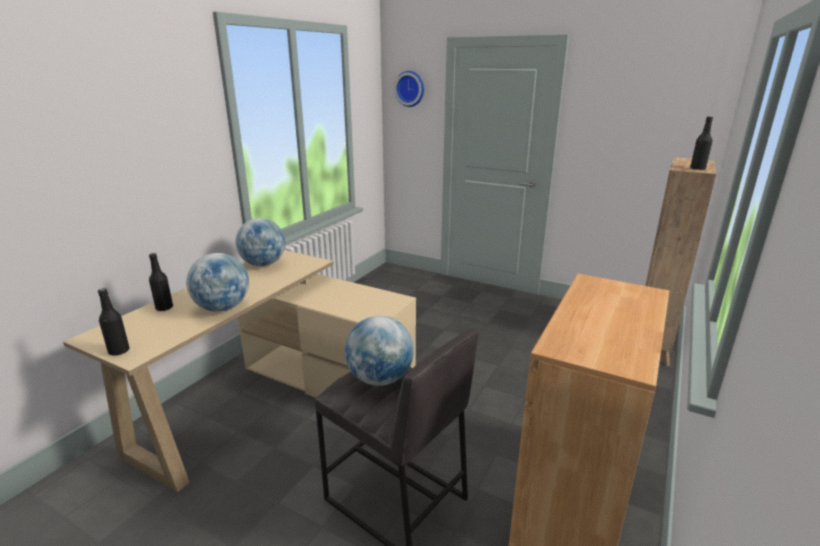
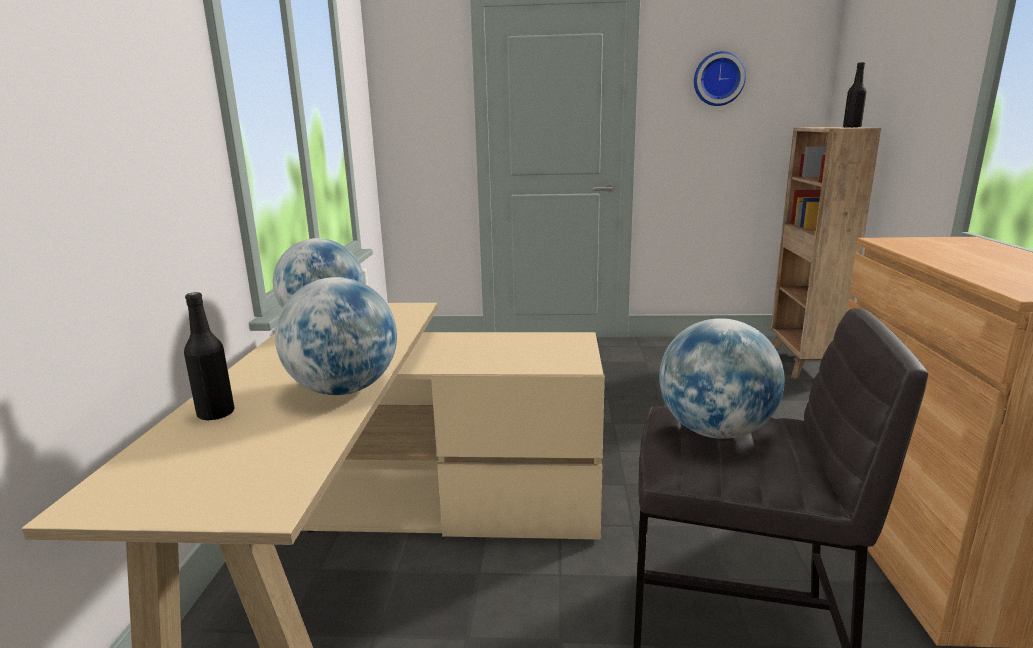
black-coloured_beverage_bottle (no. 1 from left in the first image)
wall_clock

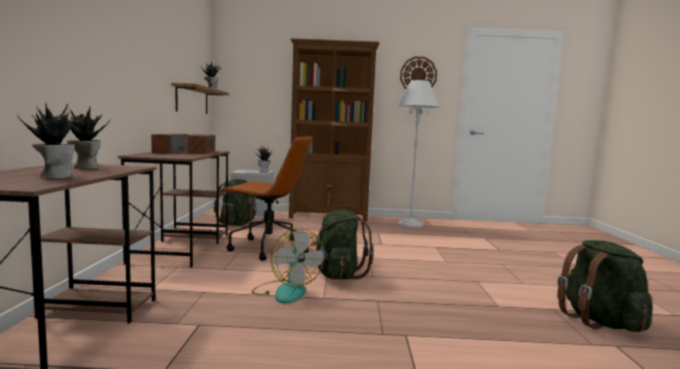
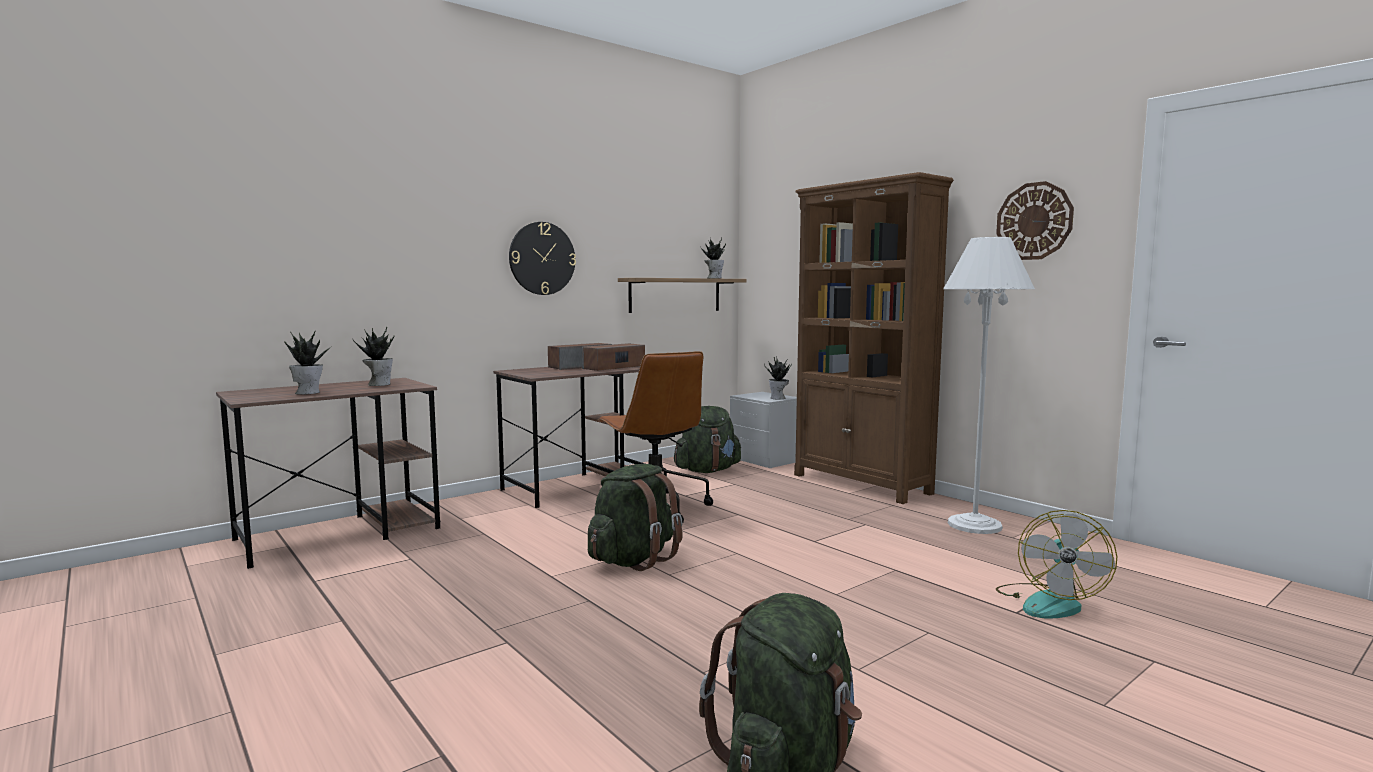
wall_clock (no. 1 from left)
cooling_fan

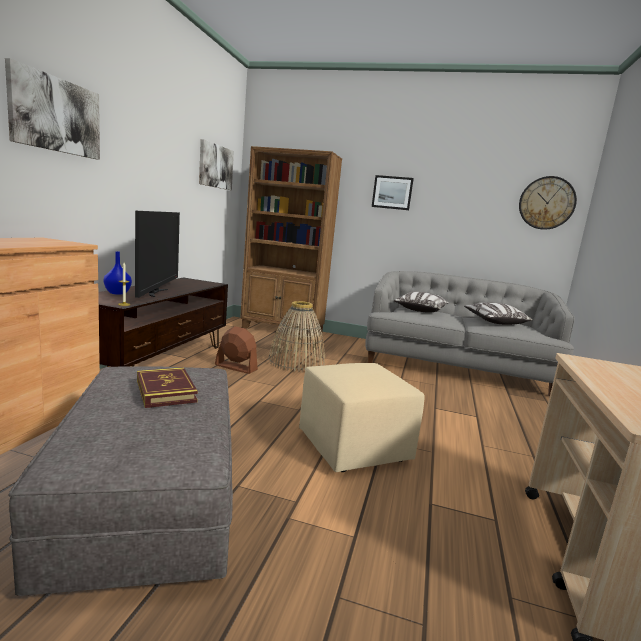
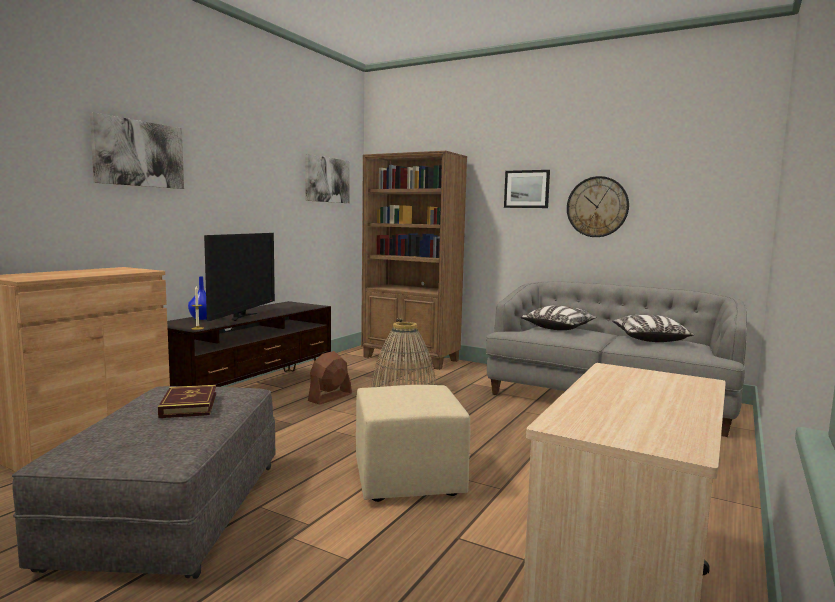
wall_clock
brown-coloured_cooling_fan

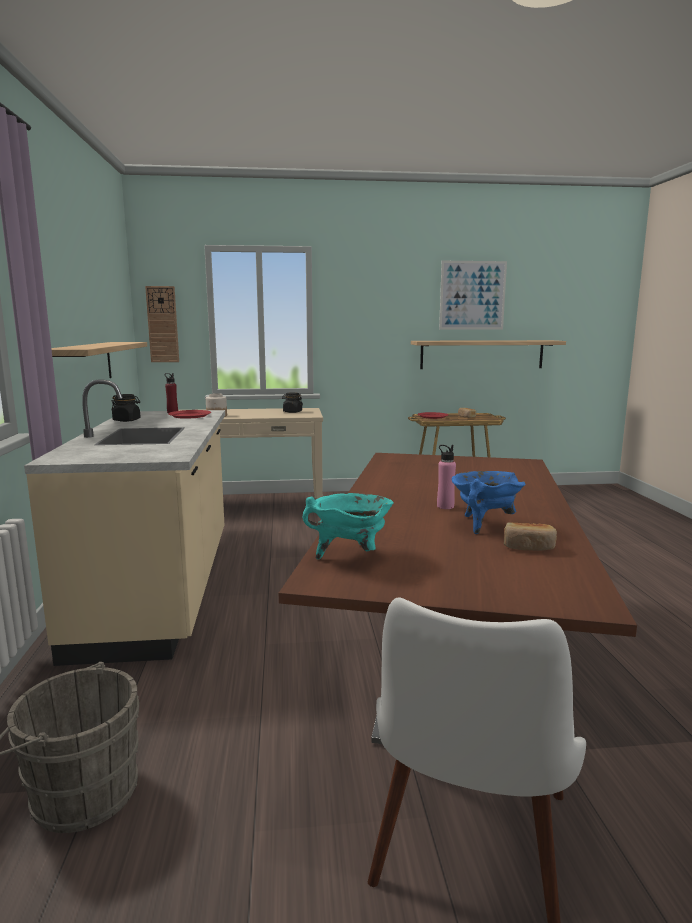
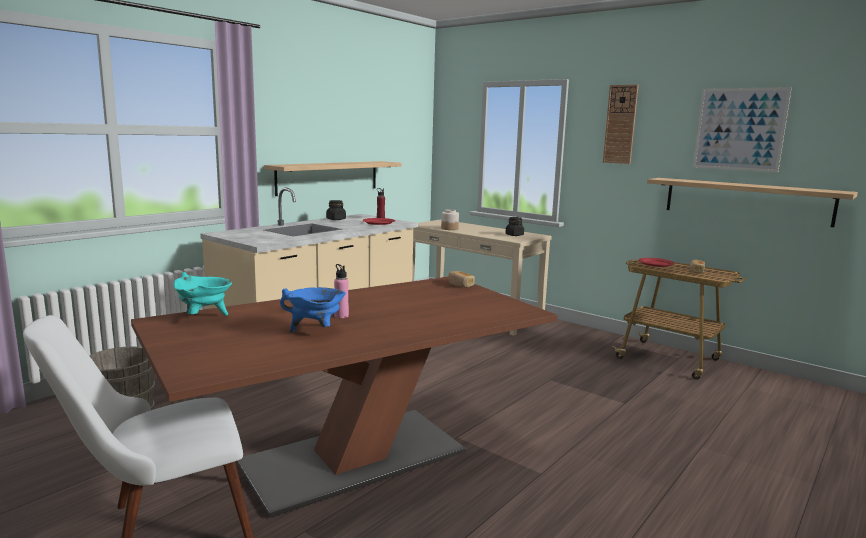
wall_clock
baked_bread (no. 1 from left)

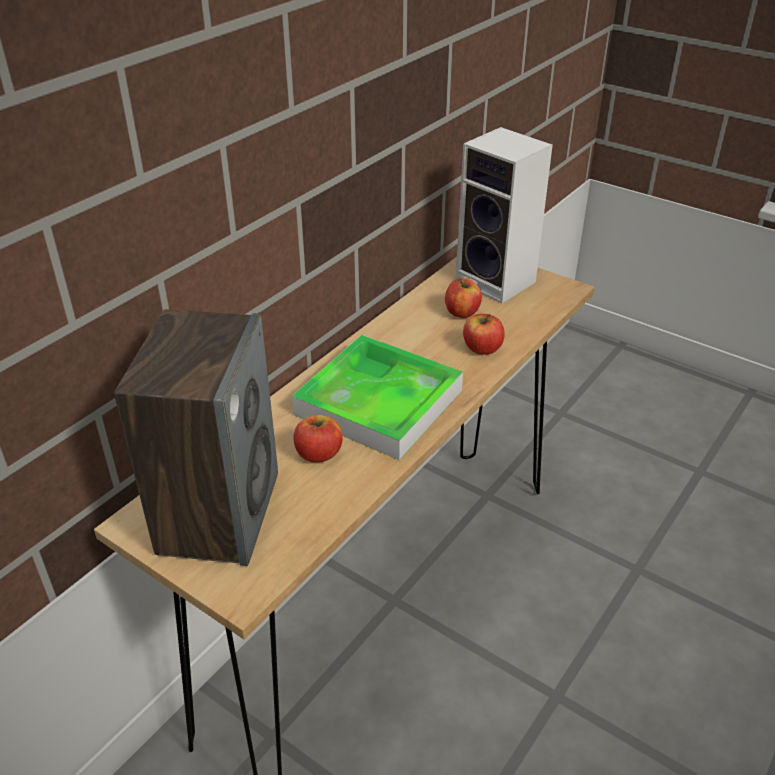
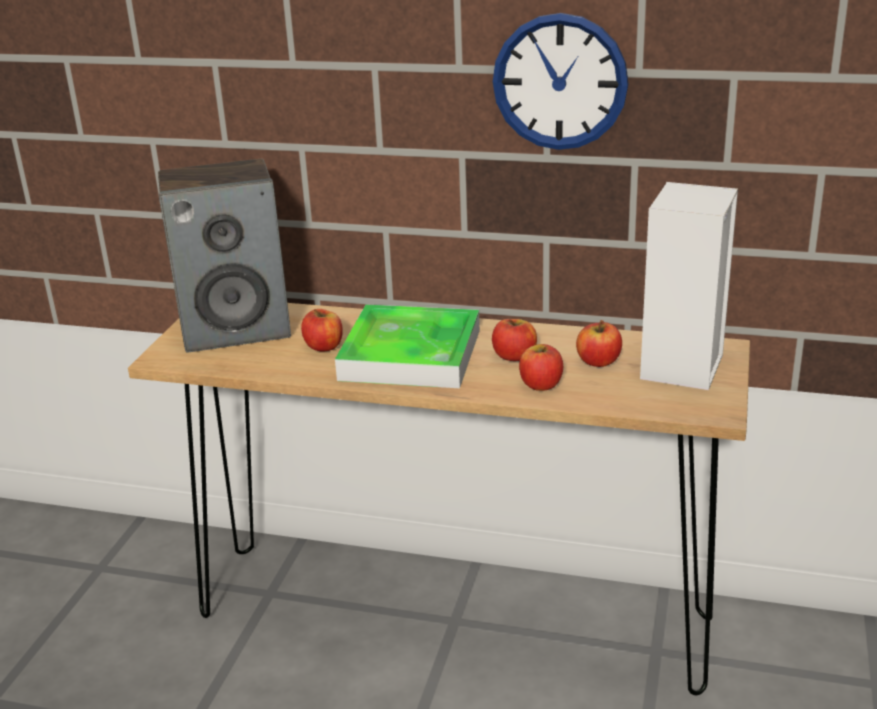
apple_fruit (no. 2 from left)
wall_clock

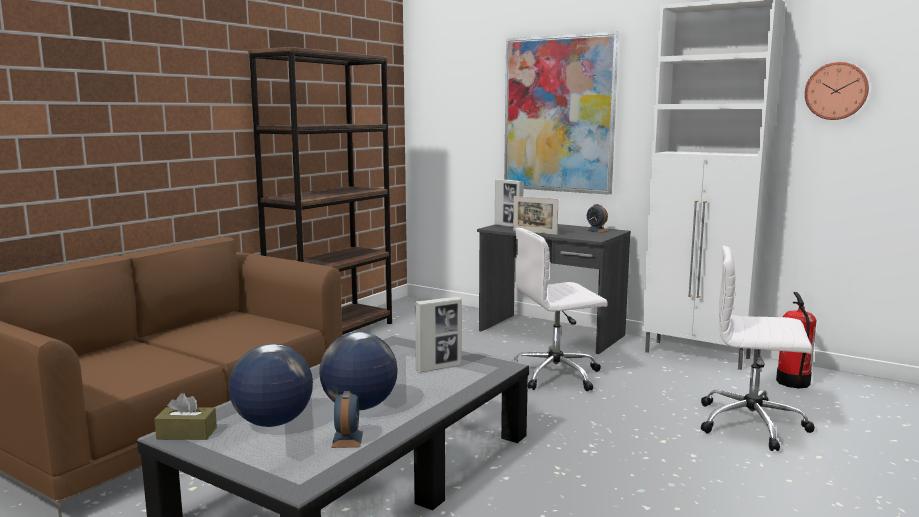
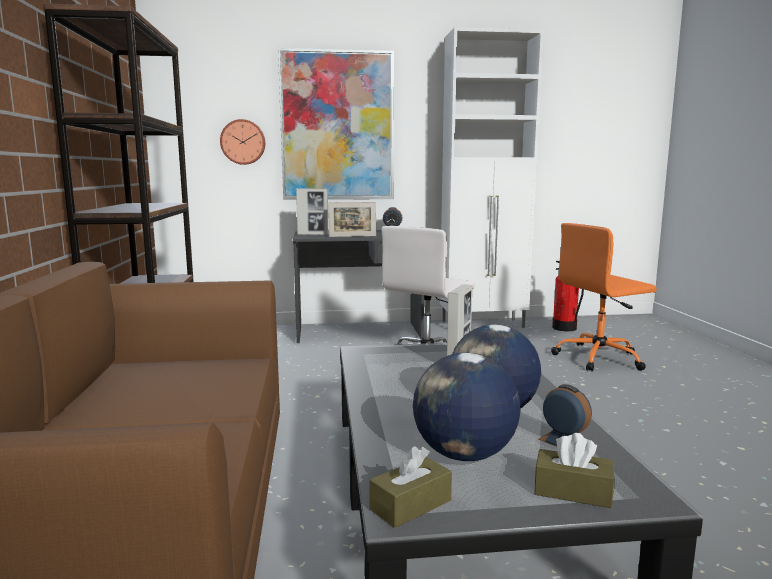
brown-coloured_tissue_box (no. 2 from left)
wall_clock
orangey_computer_chair

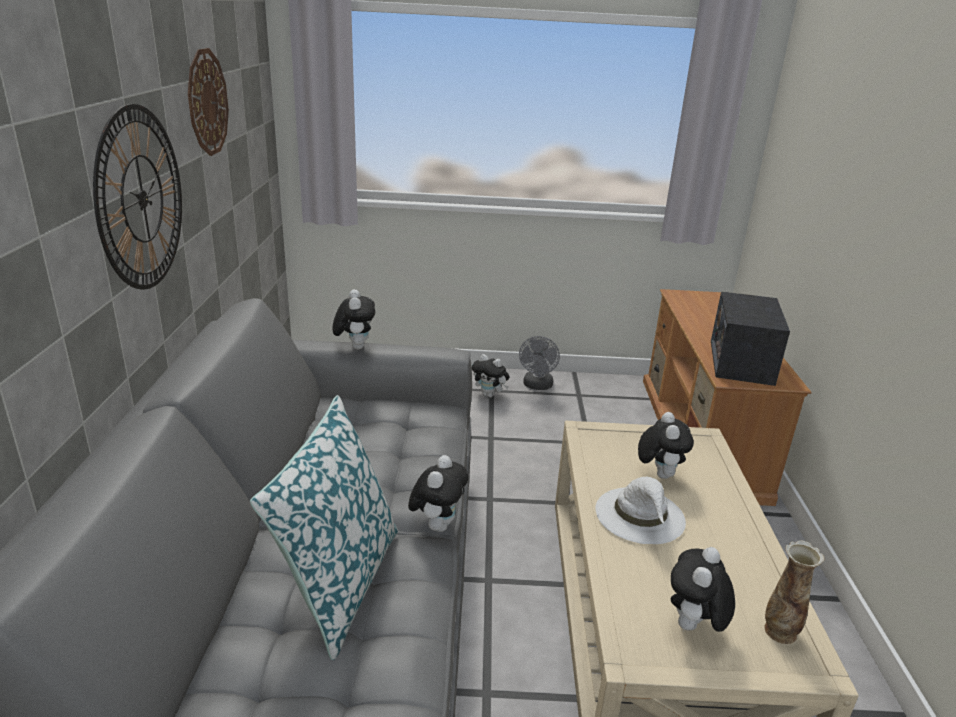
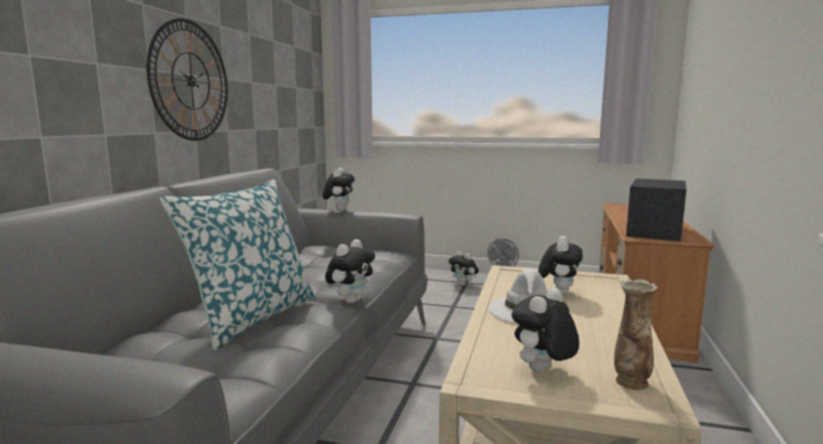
wall_clock (no. 2 from left in the first image)

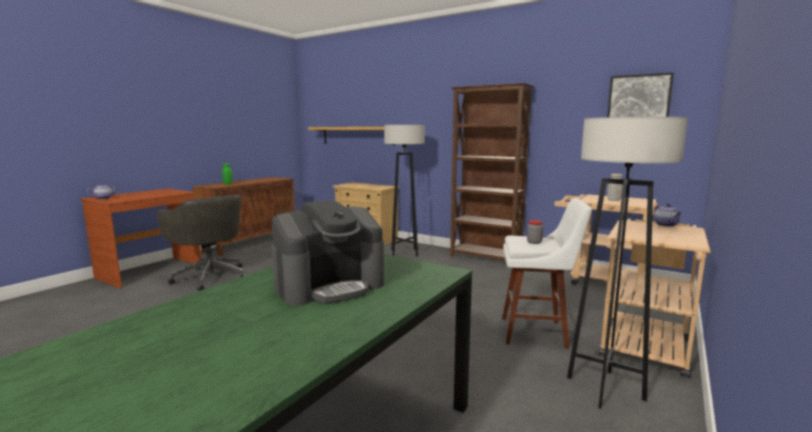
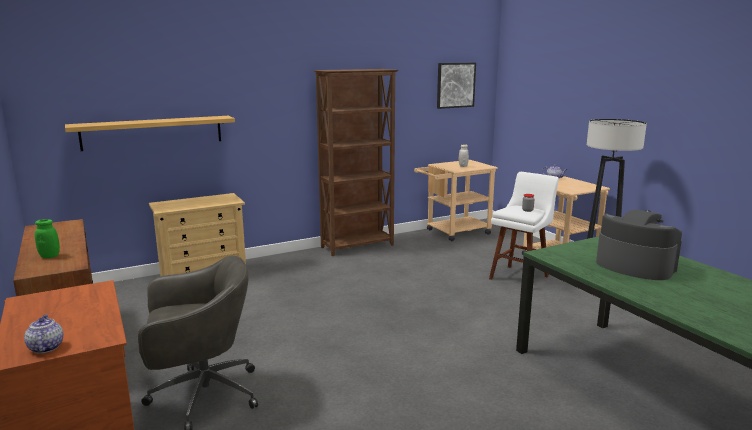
gray_standard_lamp (no. 1 from left in the first image)
coffee_brewer

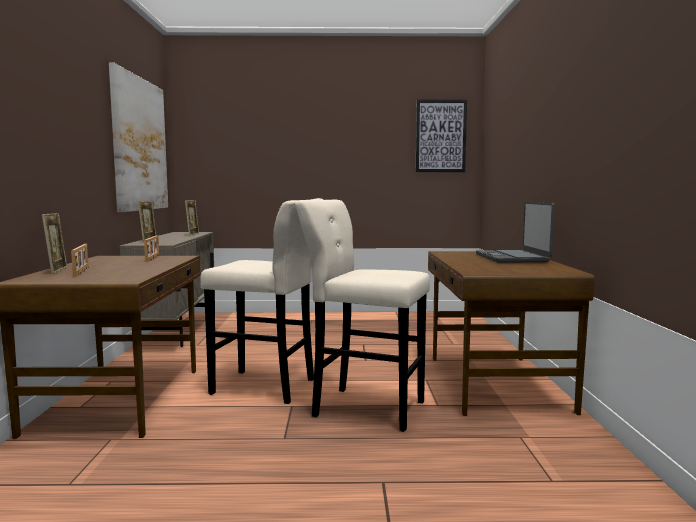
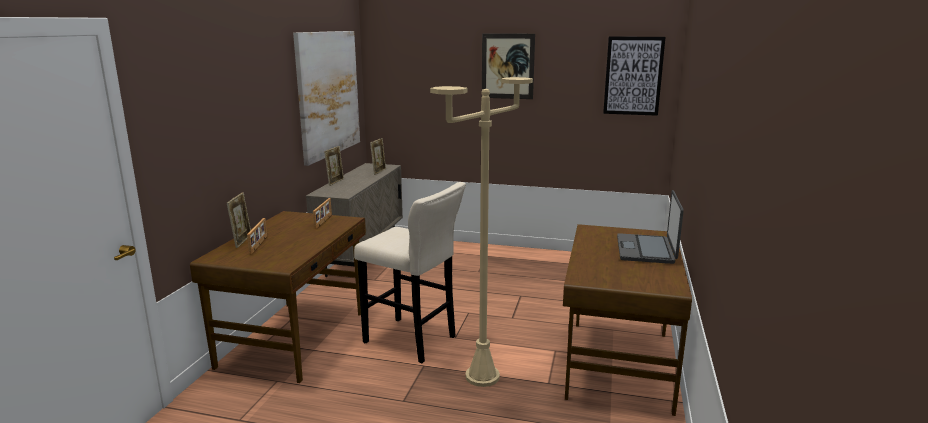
picture (no. 2 from left)
sand-coloured_standard_lamp

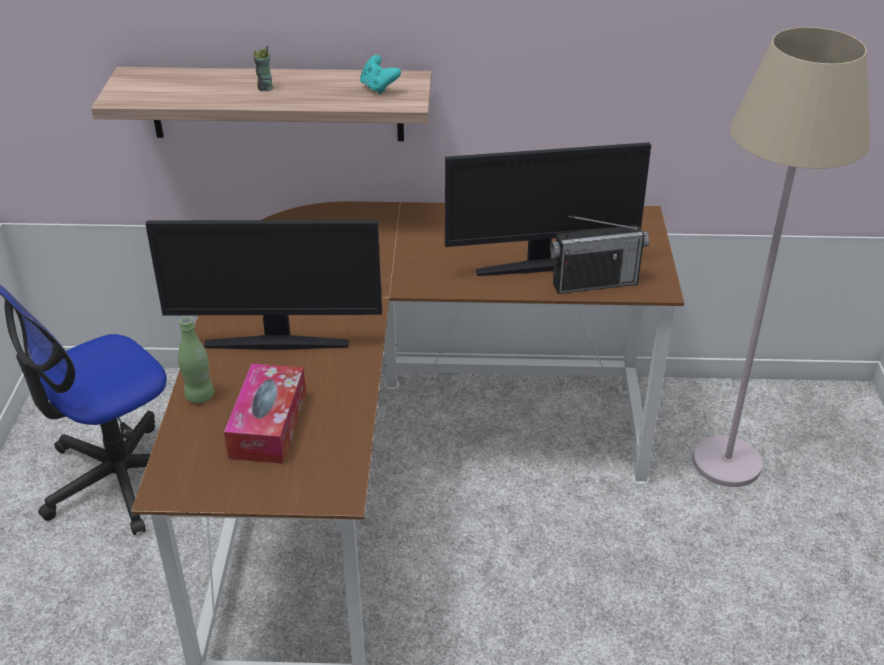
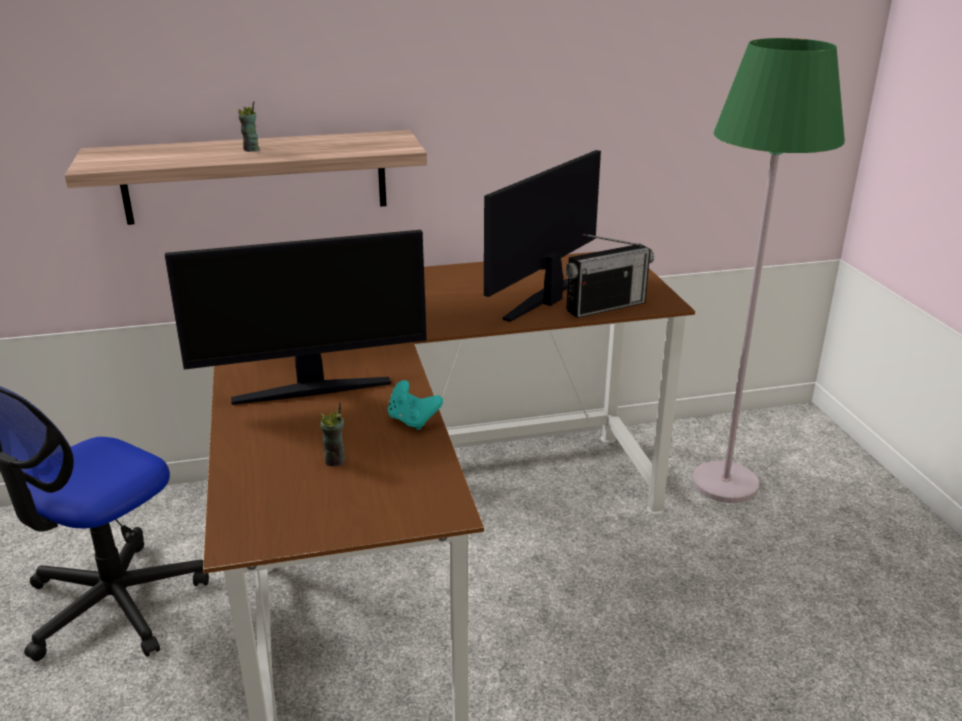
greenish_beverage_bottle
turquoise_game_controller
drinking_cup (no. 2 from left)
greenish_standard_lamp
computer_display (no. 2 from left)

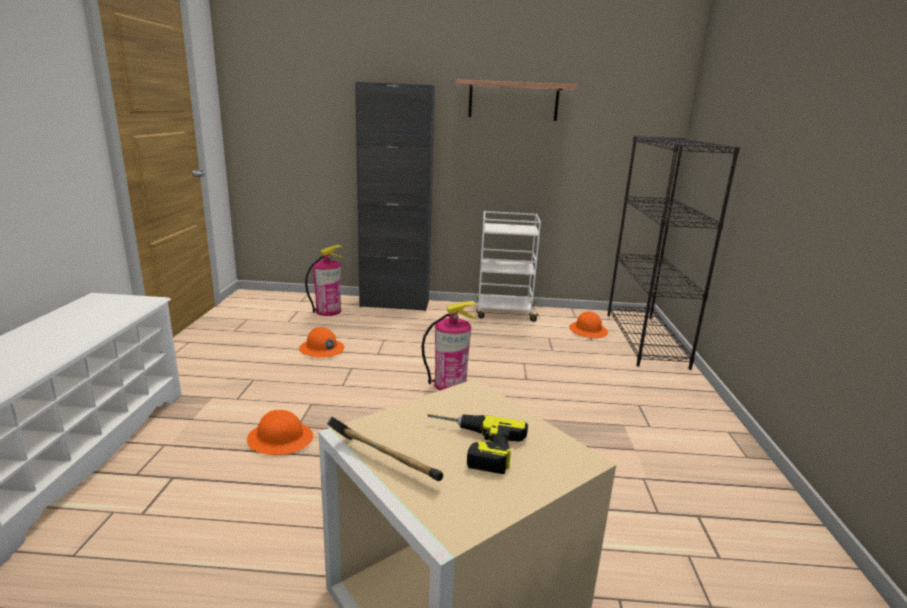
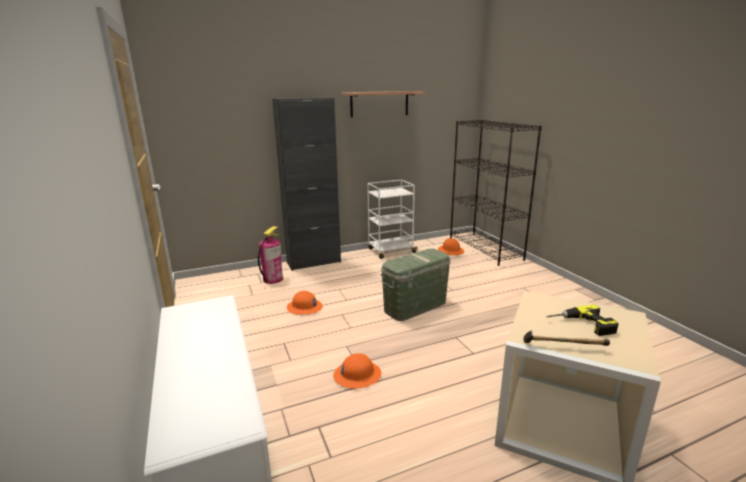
greenish_storage_container

